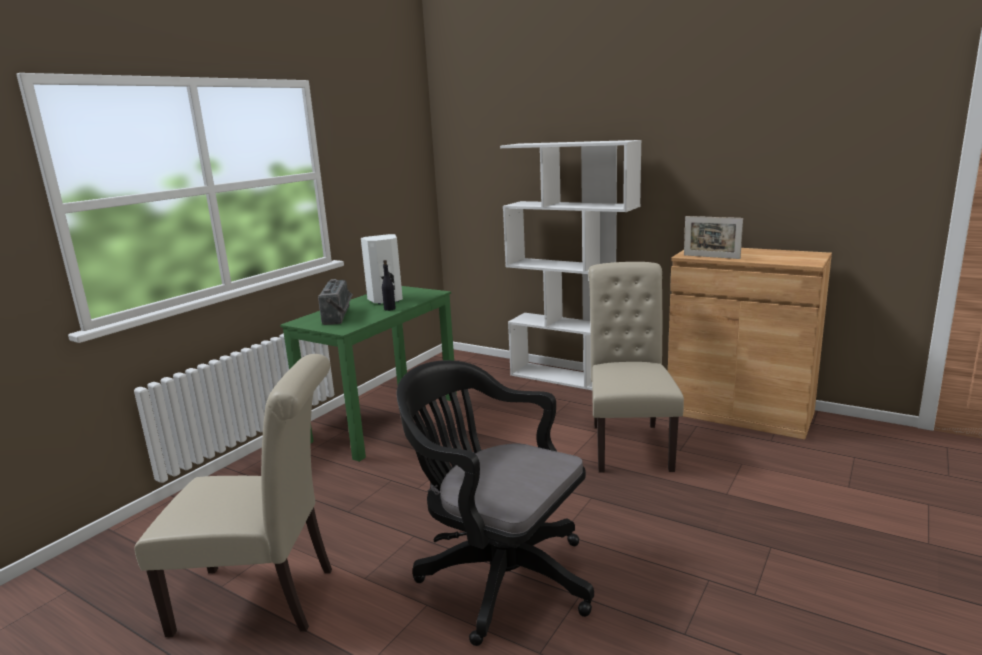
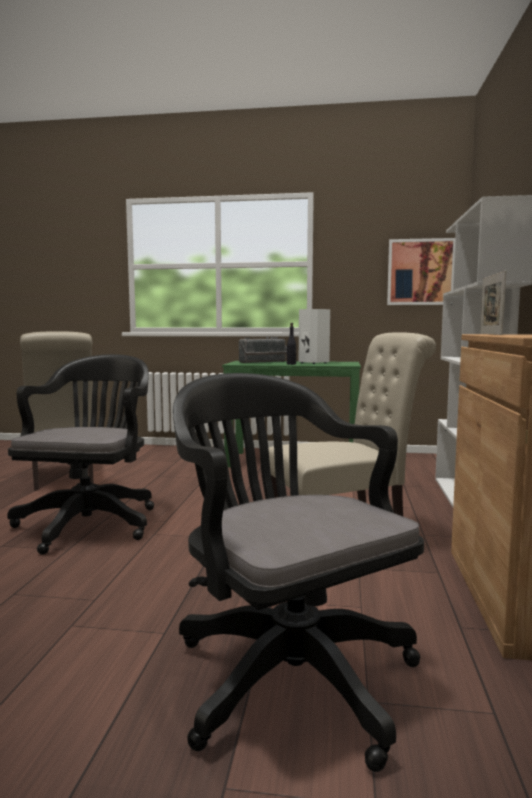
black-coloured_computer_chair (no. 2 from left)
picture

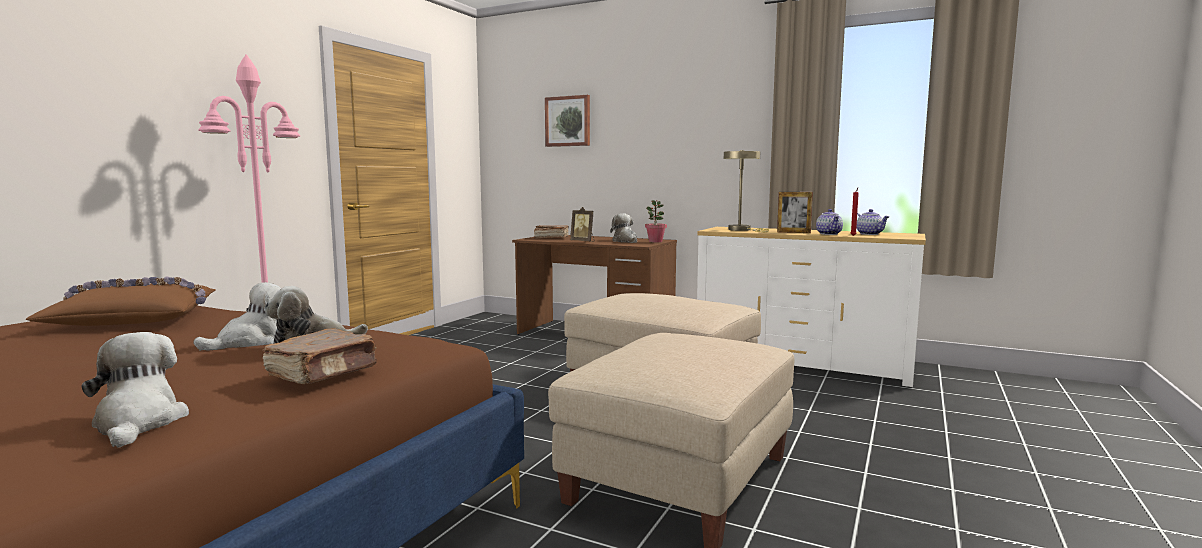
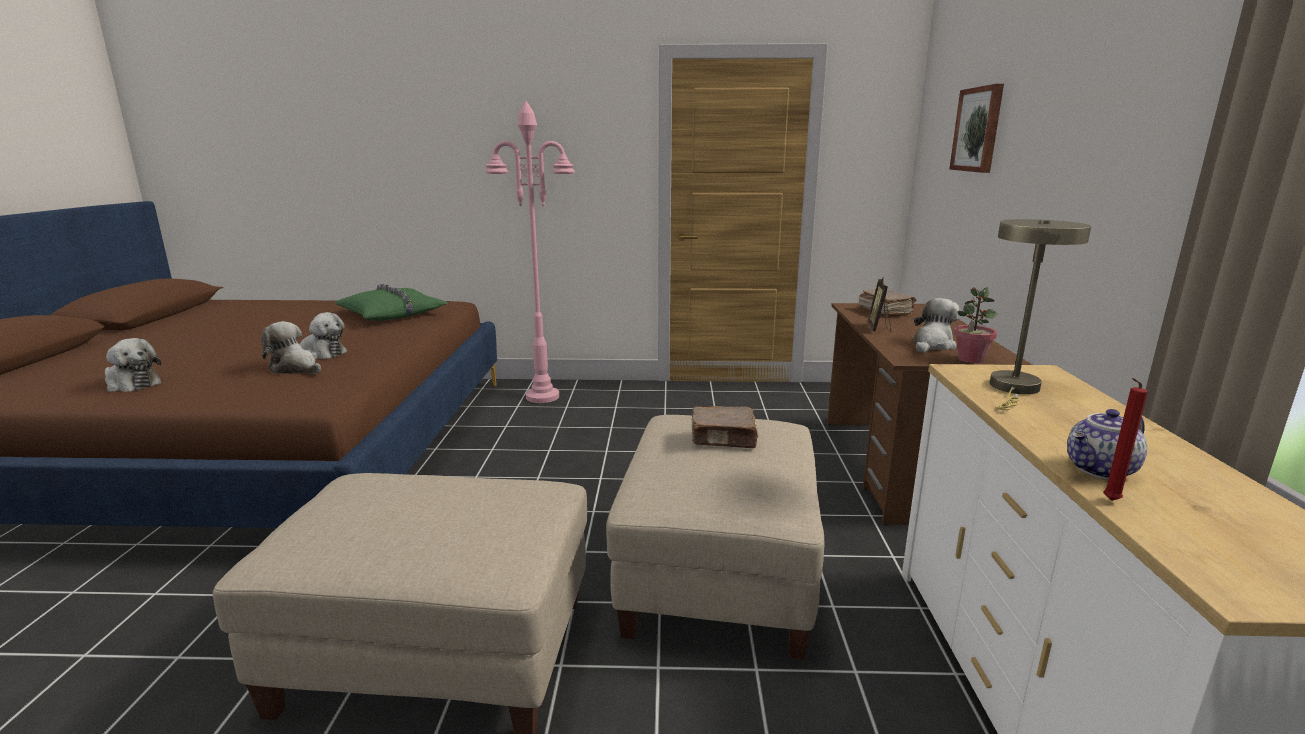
photo_frame (no. 2 from left in the first image)
tea_pot (no. 2 from left in the first image)
brown-coloured_bound_book (no. 1 from left)
greenish_cushion
soft_toy (no. 1 from left)

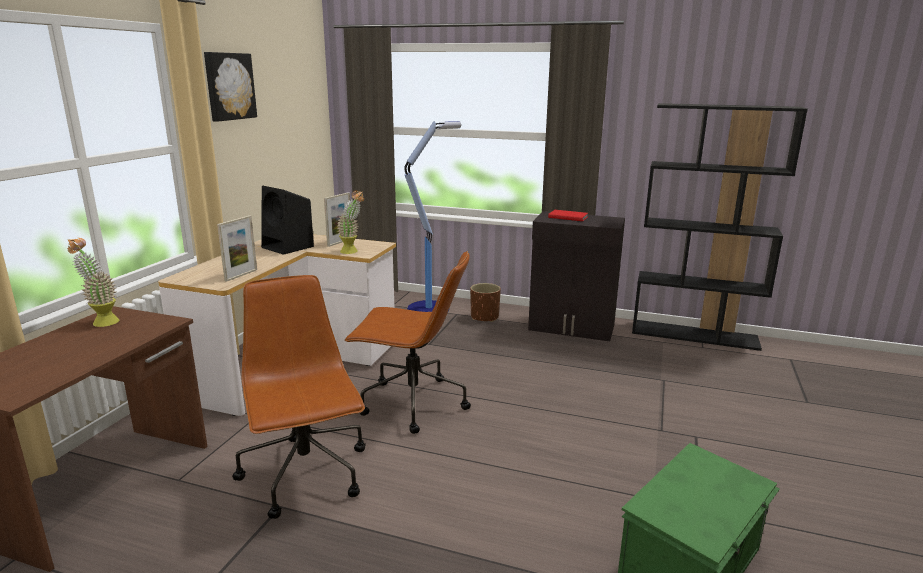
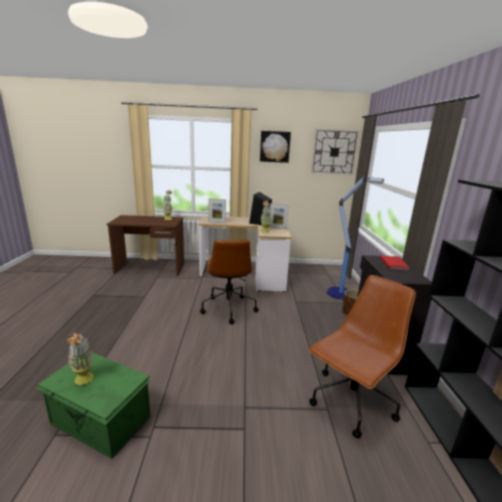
potted_plant (no. 1 from left)
wall_clock
brown-coloured_computer_chair (no. 2 from left)

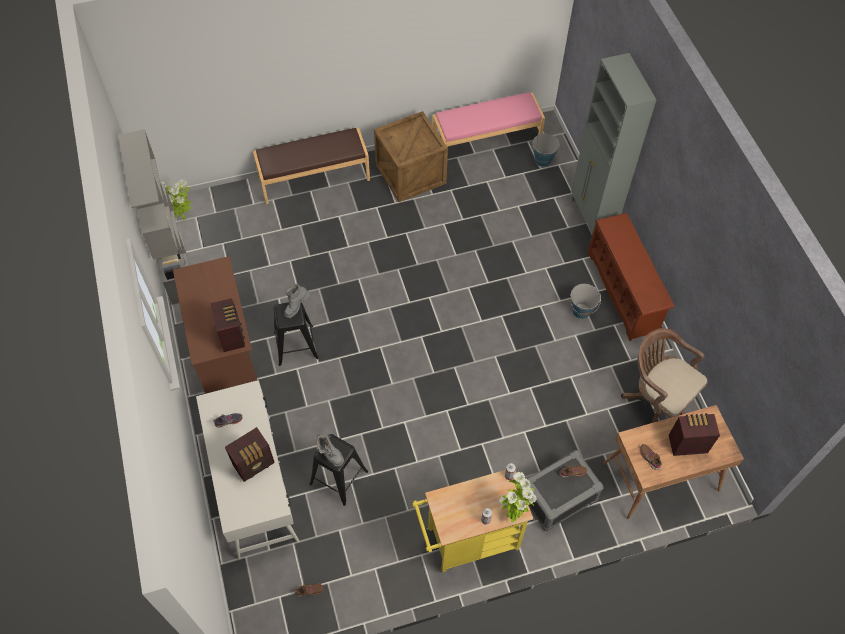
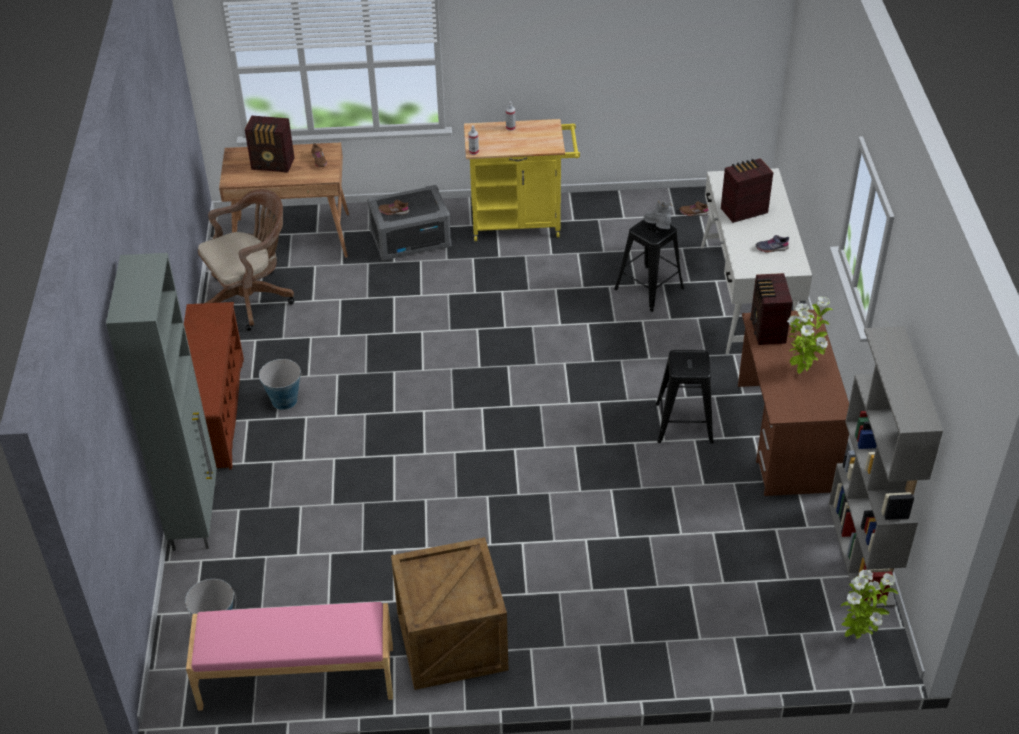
brown-coloured_bench
gray_boot (no. 1 from left in the first image)
potted_plant (no. 1 from left)
brown-coloured_computer_chair

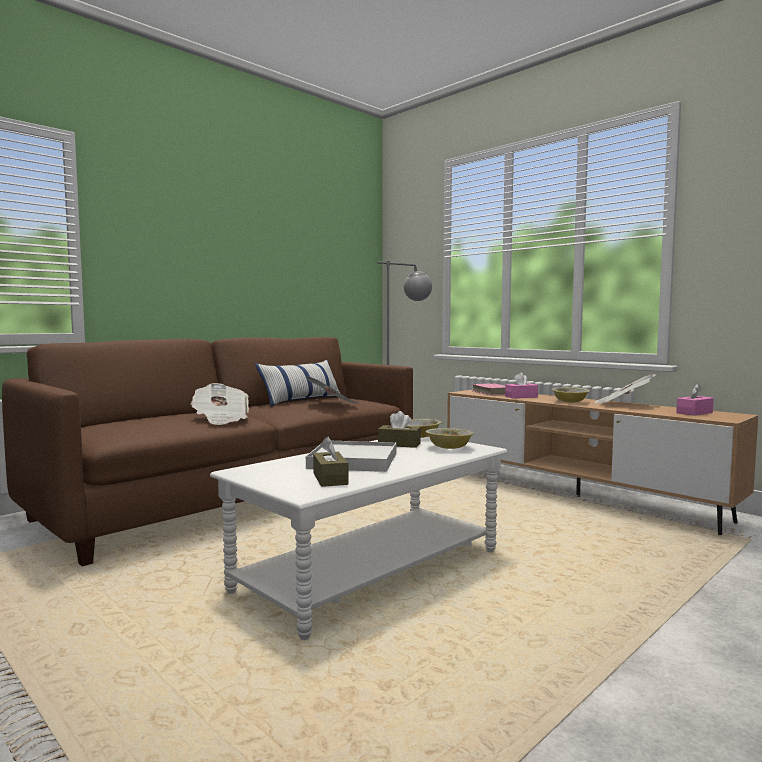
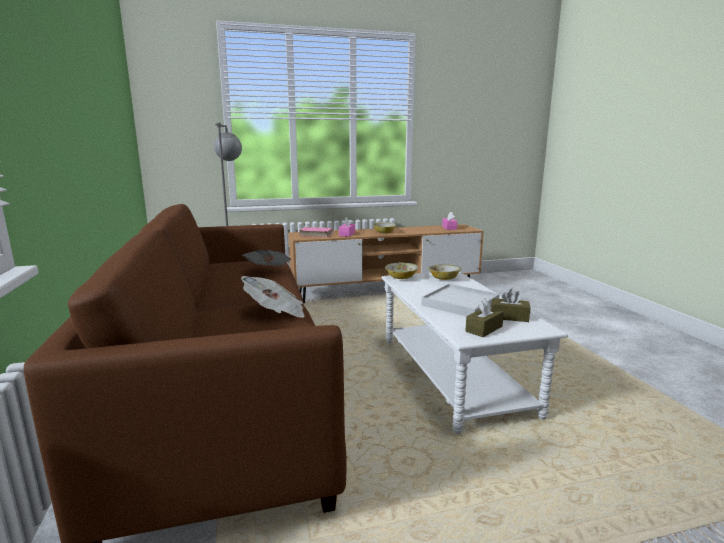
cushion
daily_paper (no. 3 from left in the first image)
brown-coloured_tissue_box (no. 1 from left)

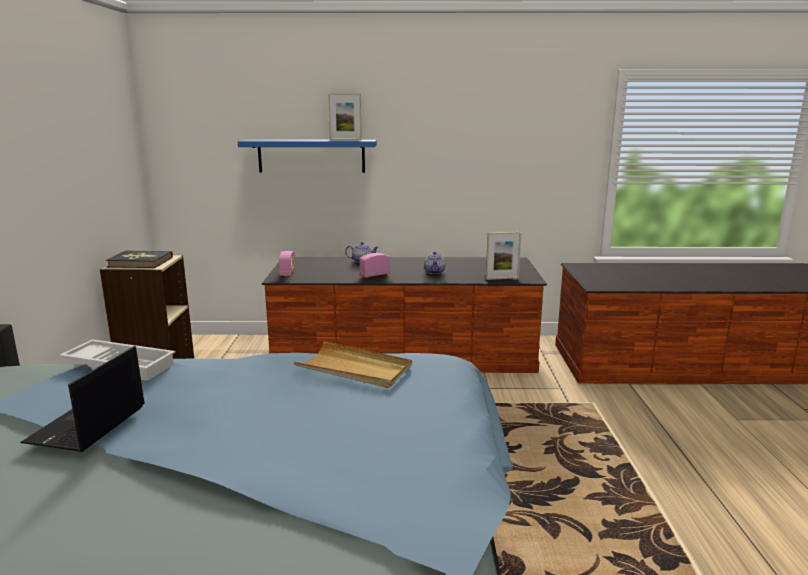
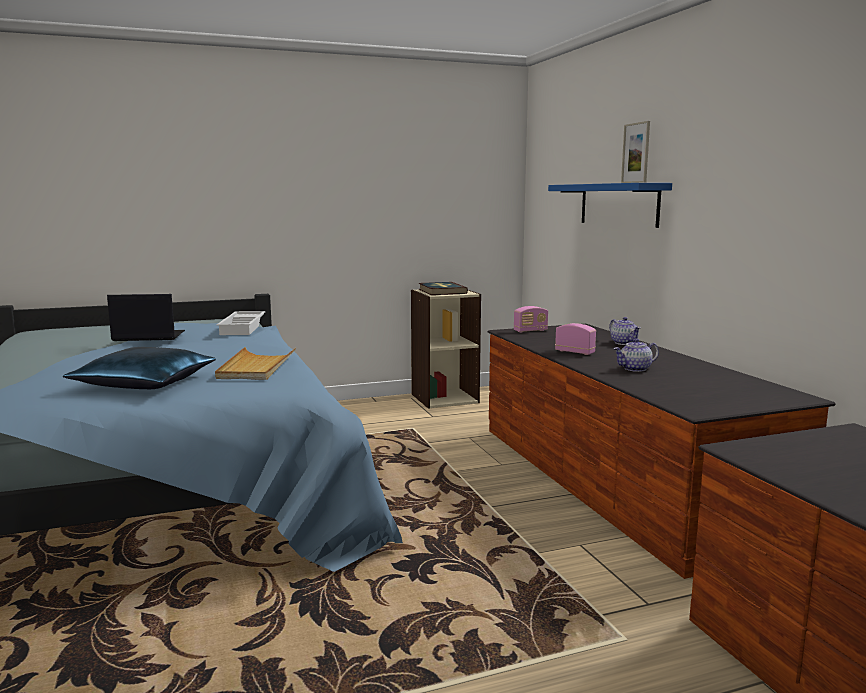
photo_frame (no. 2 from left in the first image)
blue_cushion

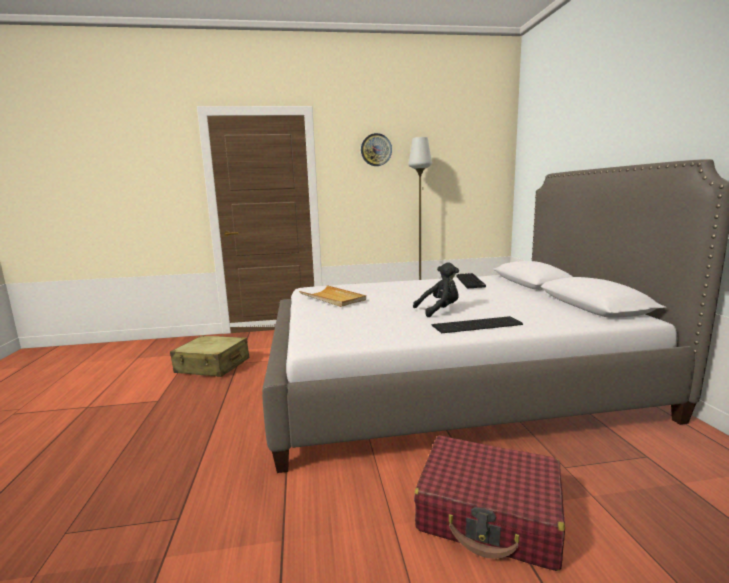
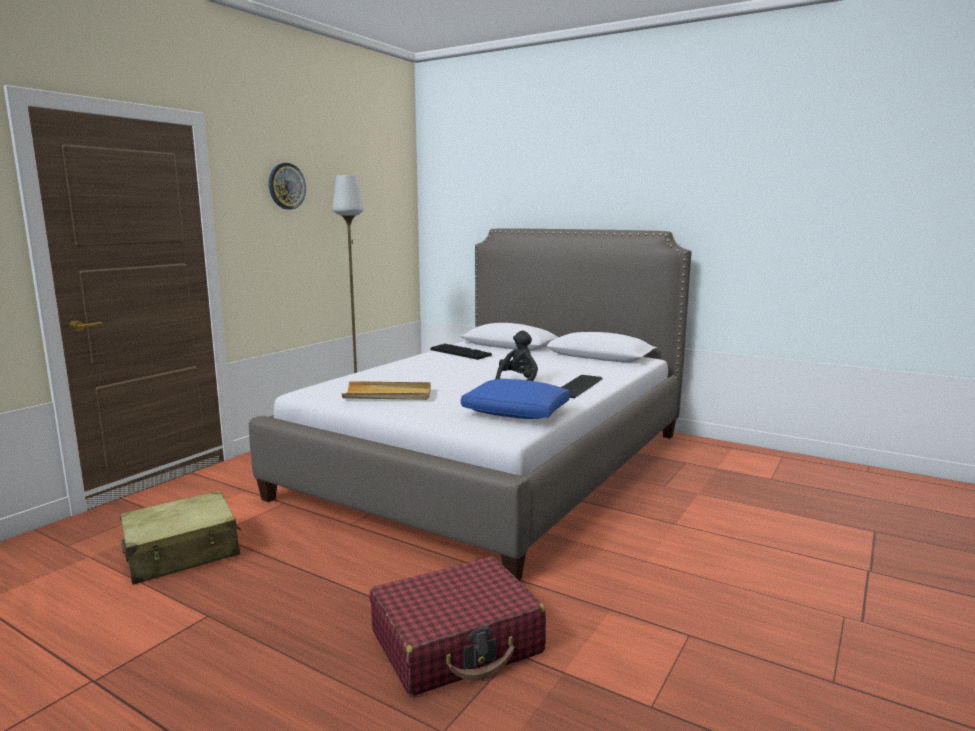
blue_cushion
reddish_suitcase

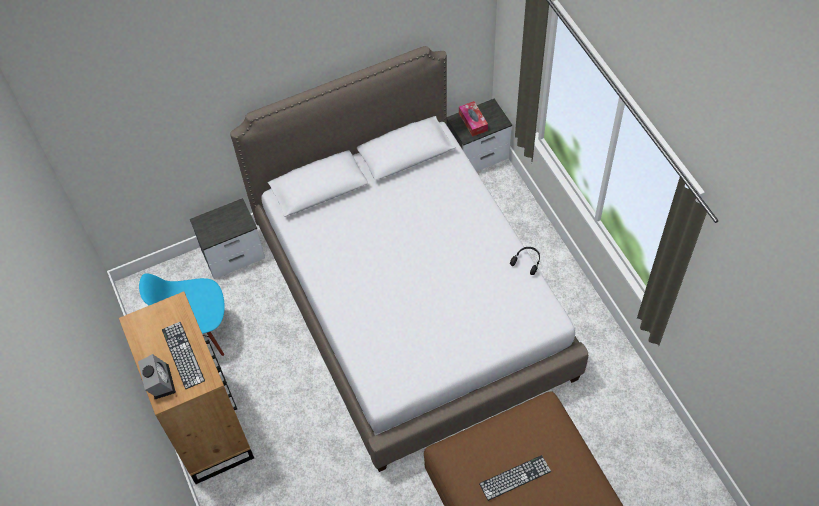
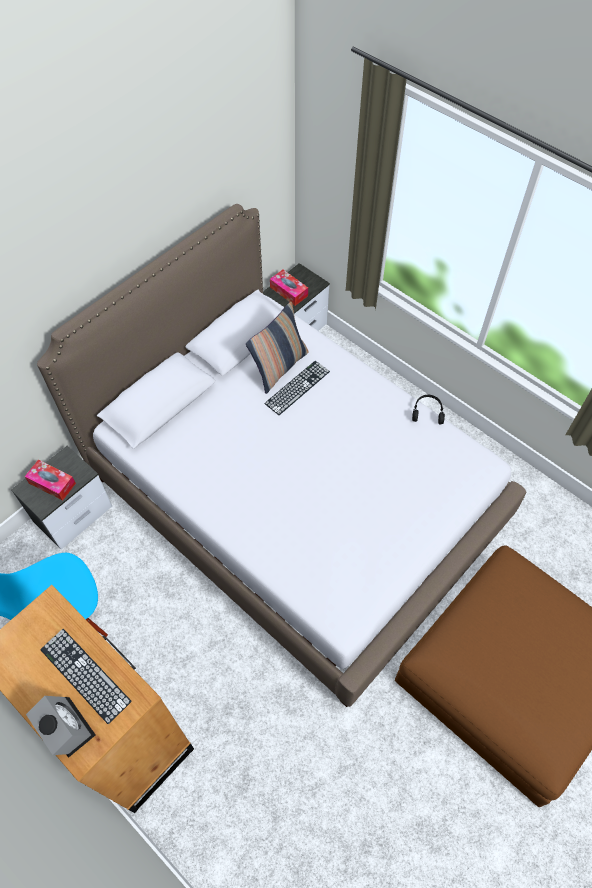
tissue_box (no. 1 from left)
cushion
computer_keyboard (no. 2 from left)

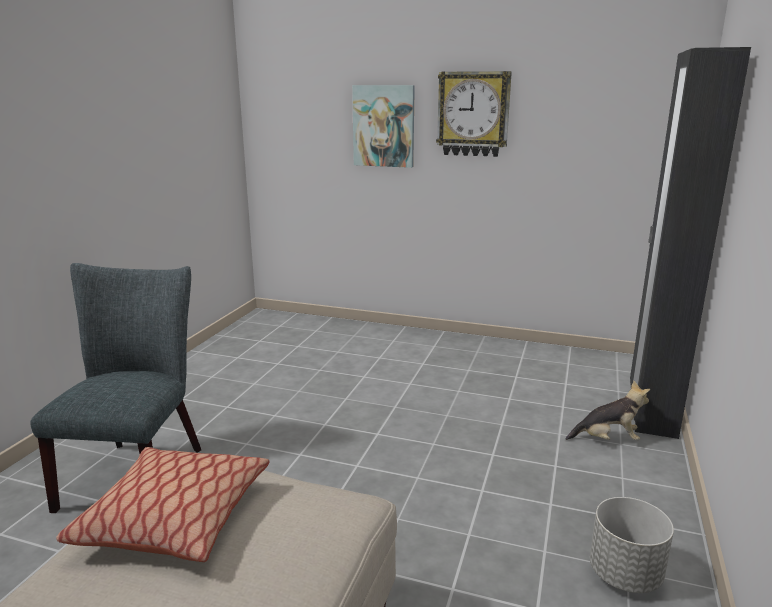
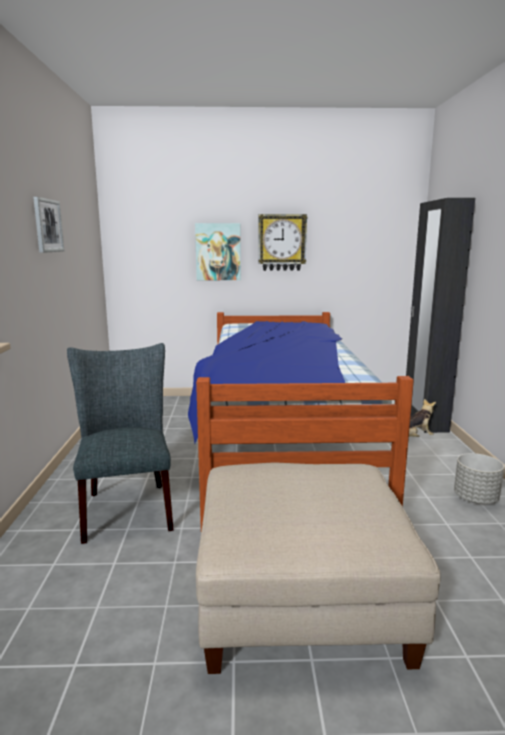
cushion
picture (no. 1 from left)
bed

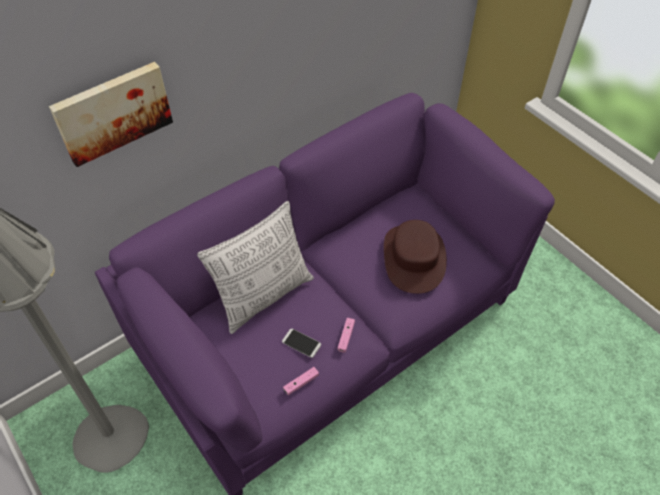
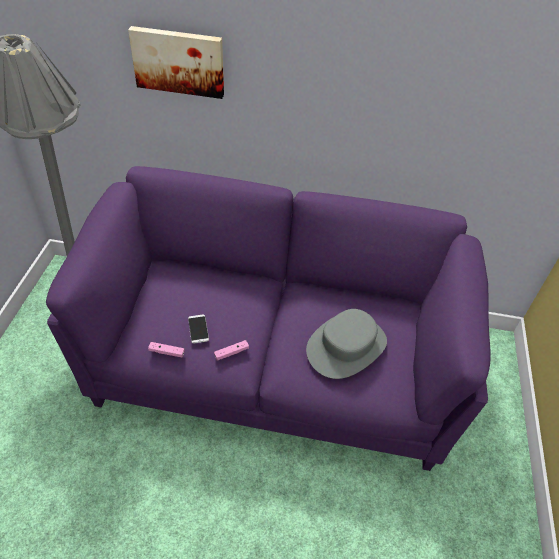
cushion
gray_clothing_hat

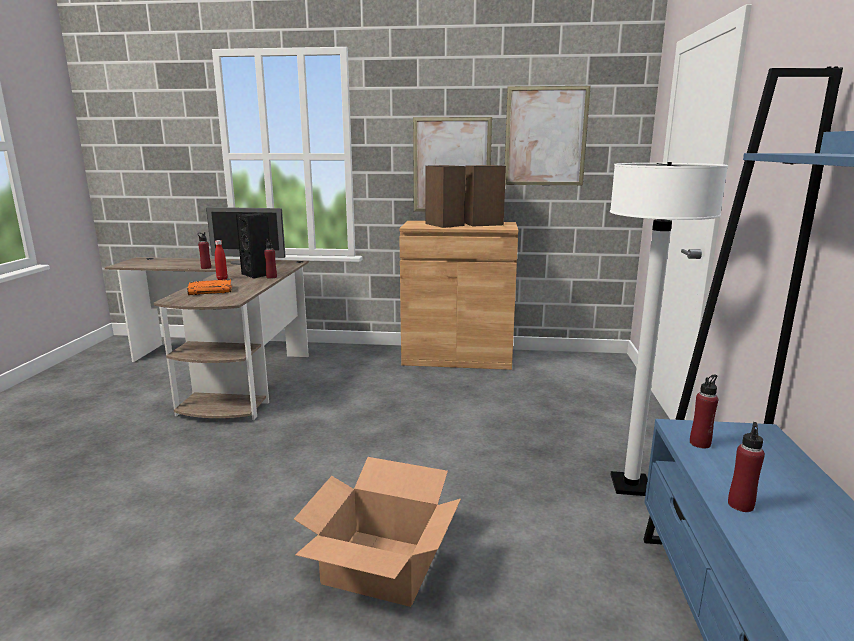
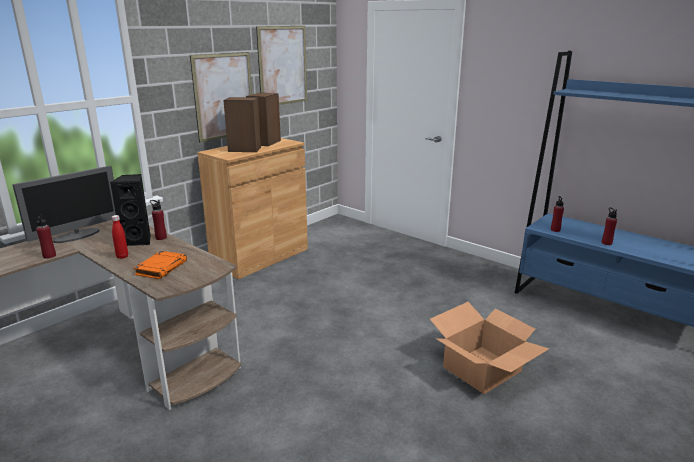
whitish_standard_lamp

